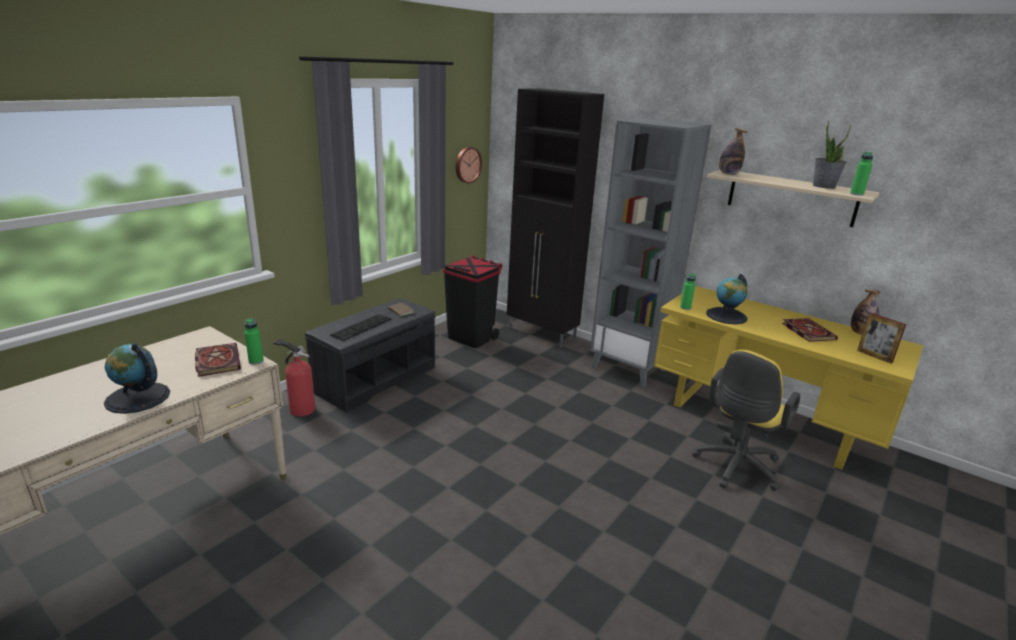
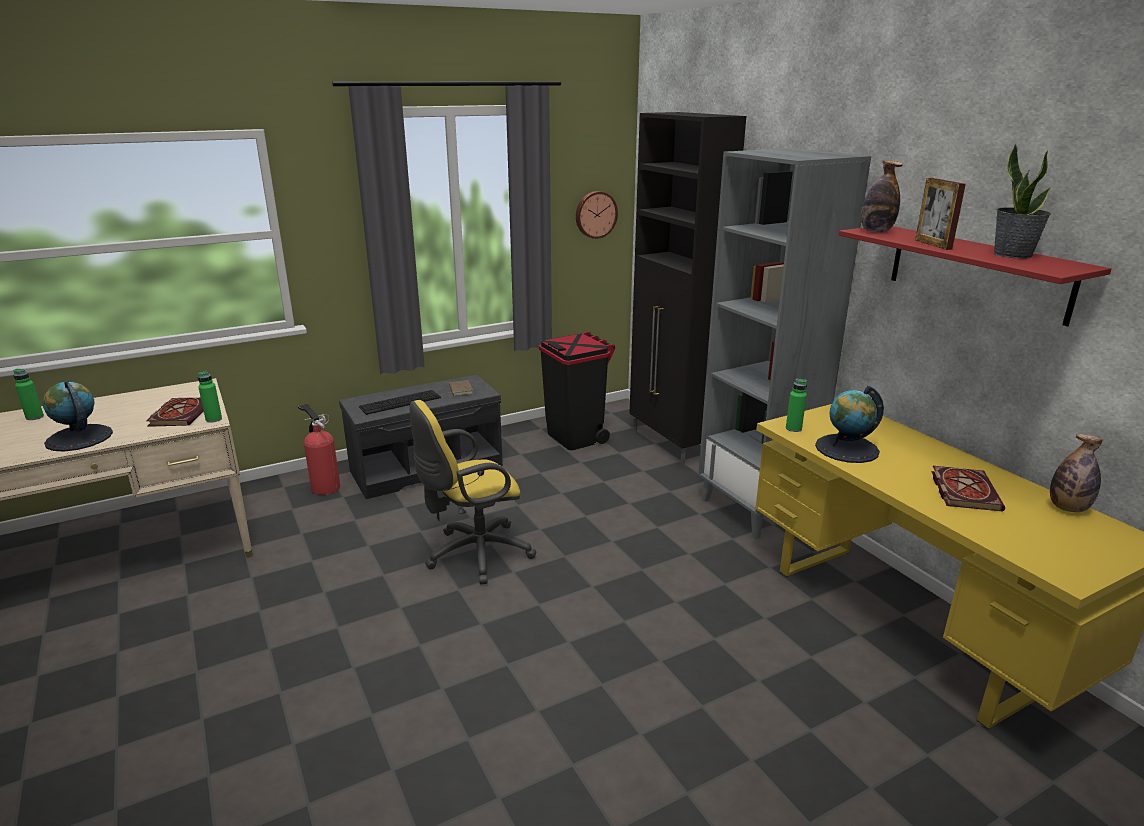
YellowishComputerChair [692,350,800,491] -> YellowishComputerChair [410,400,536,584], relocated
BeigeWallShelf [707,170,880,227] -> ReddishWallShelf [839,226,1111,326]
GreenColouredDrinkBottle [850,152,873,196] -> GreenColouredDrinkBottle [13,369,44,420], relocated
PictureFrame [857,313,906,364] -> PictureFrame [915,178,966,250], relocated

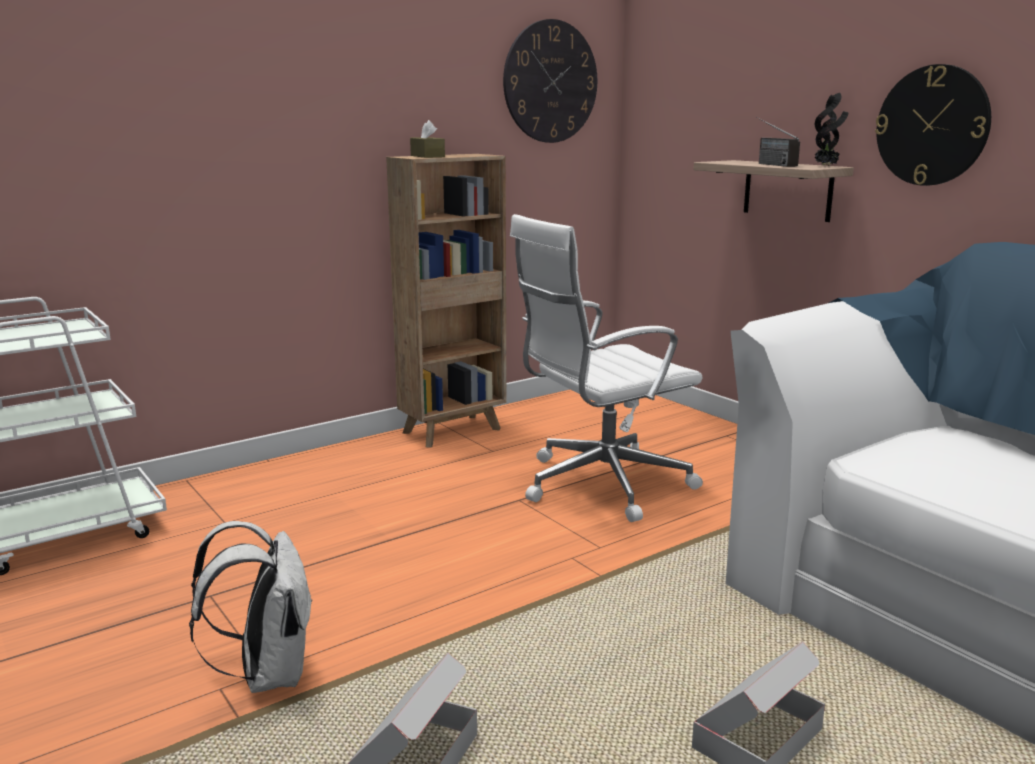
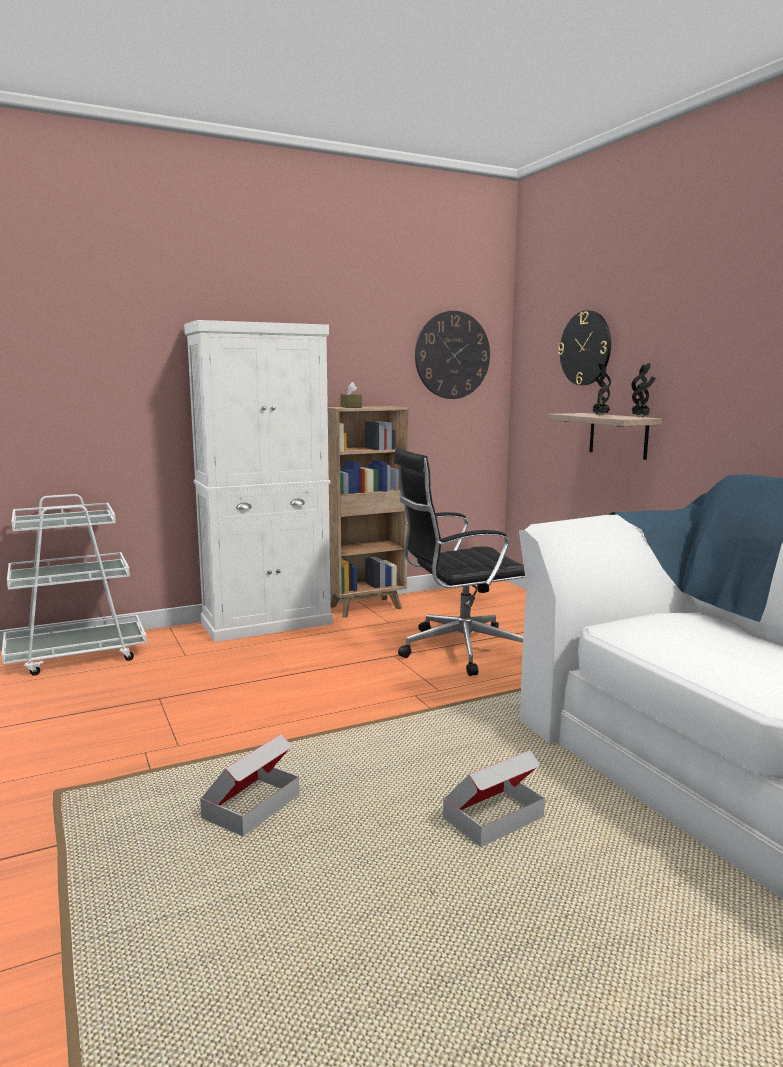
WhiteColouredKnapsack [189,521,313,693] -> none
WhiteColouredComputerChair [510,214,703,522] -> BlackComputerChair [394,448,525,676]
RadioReceiver [756,117,800,167] -> PottedPlant [591,363,611,415]
HangingClock [875,64,991,186] -> HangingClock [558,310,611,385], relocated
none -> WhiteColouredCupboard [184,320,333,642]

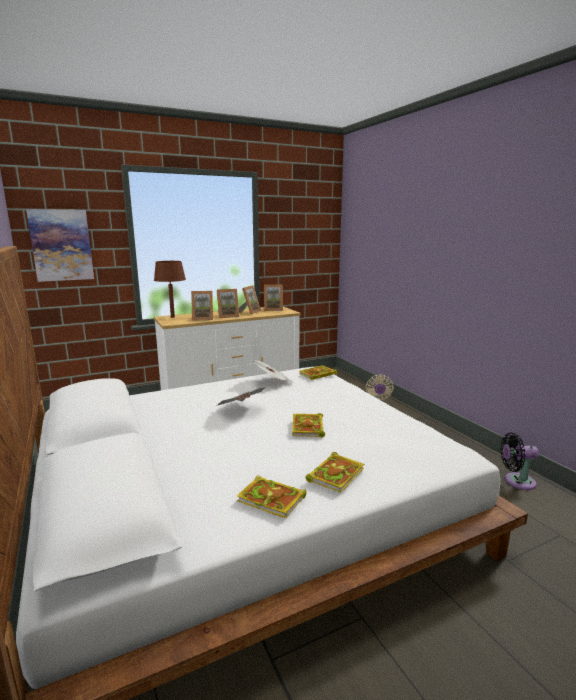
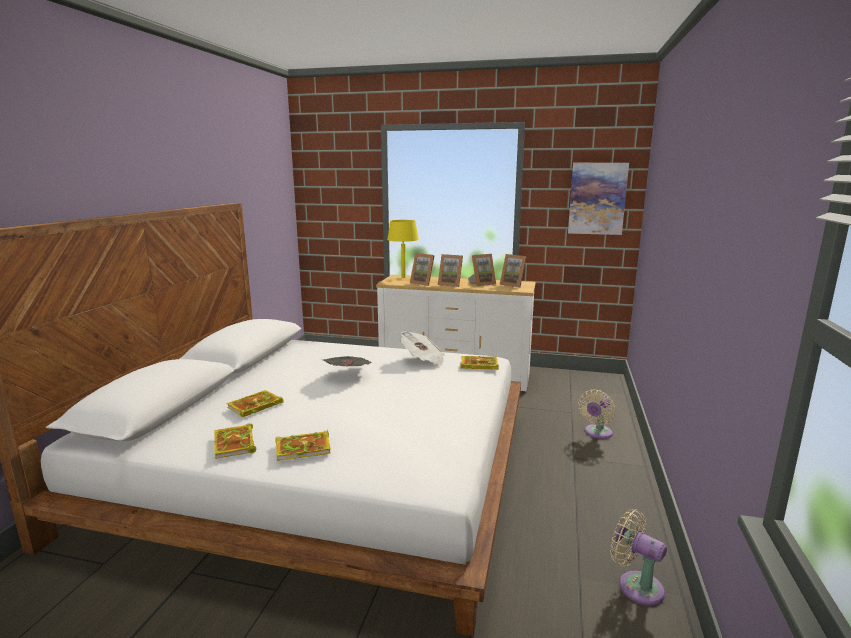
Picture [26,209,94,282] -> Picture [568,163,629,235], relocated
BrownTableLamp [154,261,186,318] -> YellowishTableLamp [387,220,419,278]
Book [292,413,325,437] -> Book [227,390,283,417], relocated
BlackFan [500,432,539,490] -> BeigeFan [610,509,667,606]

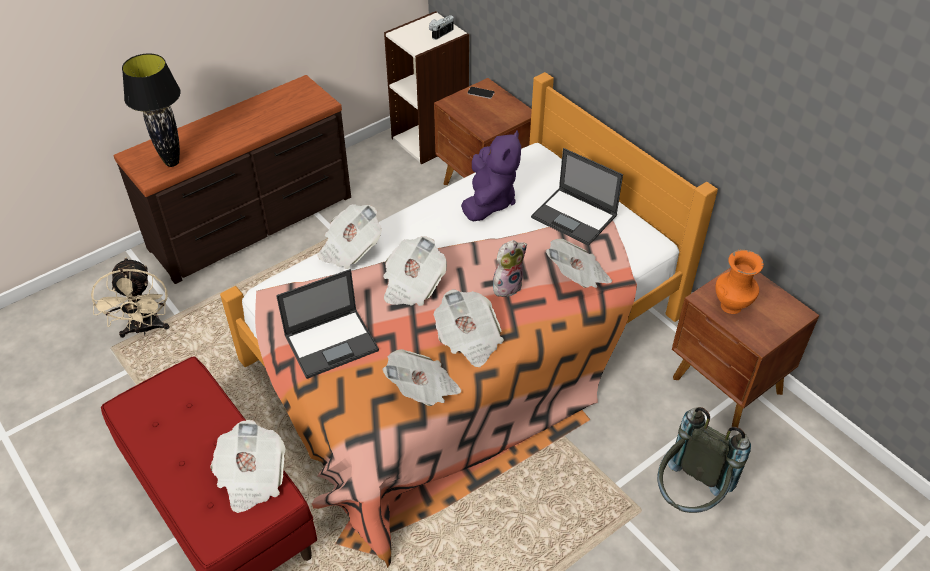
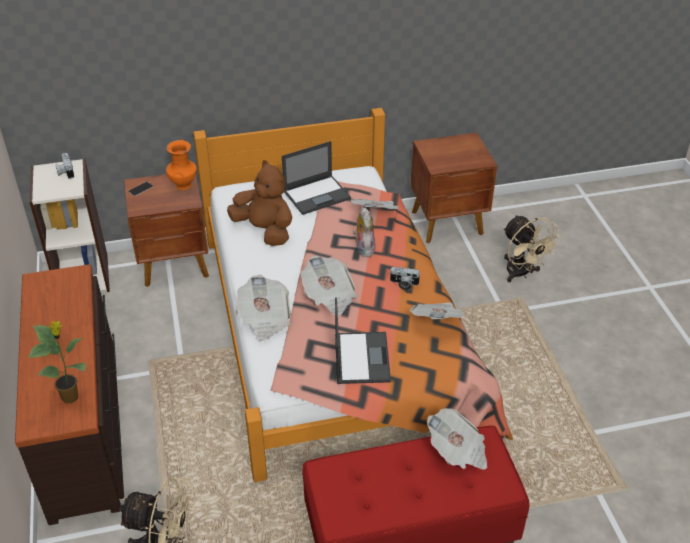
BlackTableLamp [122,53,181,167] -> PottedPlant [28,321,86,403]
DailyPaper [434,289,504,367] -> StillCamera [390,267,421,290]
PurpleColouredSoftToy [461,130,521,221] -> BrownSoftToy [227,160,292,246]
GreyishKnapsack [657,407,751,513] -> BeigeFan [503,215,562,282]
OrangeColouredVase [715,249,764,314] -> OrangeColouredVase [166,140,197,190], relocated

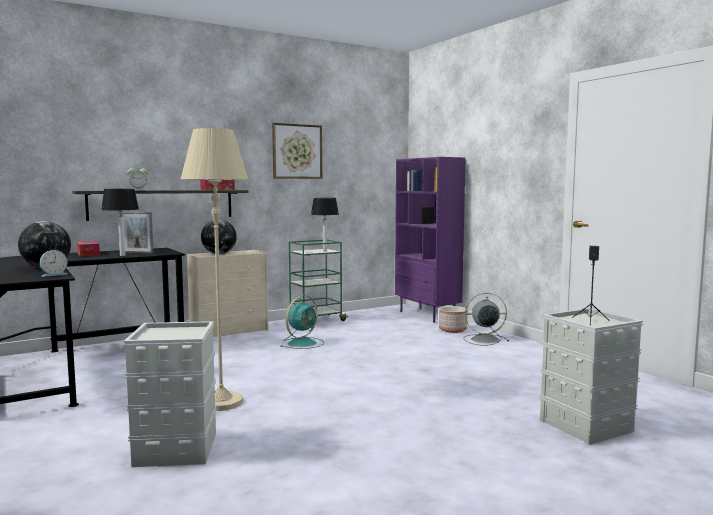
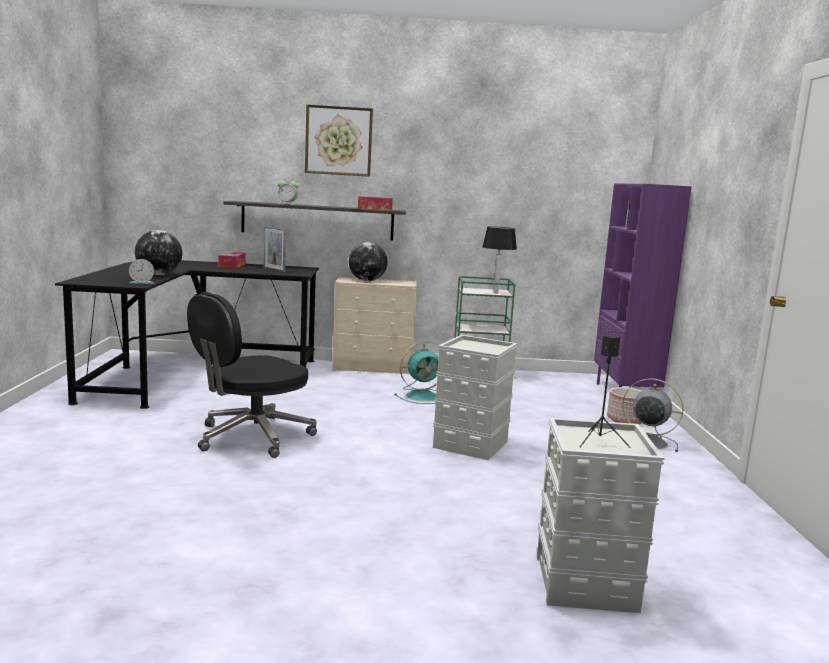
TableLamp [101,189,139,256] -> none
GreyishStorageBin [123,321,217,467] -> GreyishStorageBin [433,335,518,460], relocated
BeigeFloorLamp [181,128,248,411] -> BlackComputerChair [187,292,317,458]
Picture [272,123,322,179] -> Picture [305,104,373,177], relocated

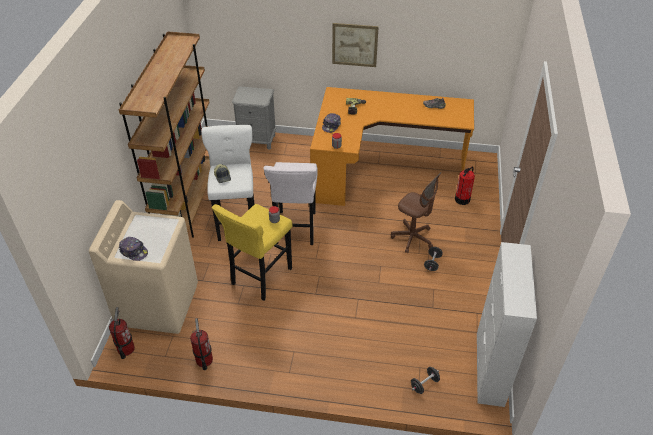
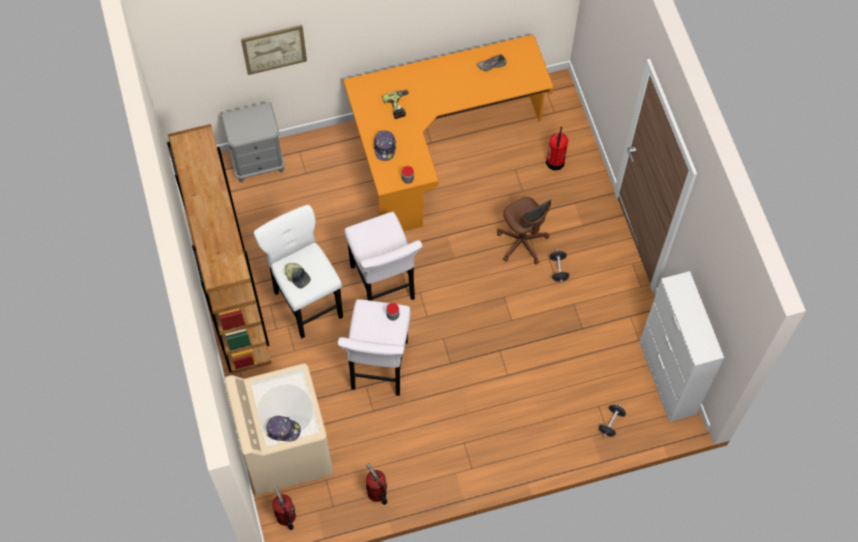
YellowishStool [212,204,293,301] -> WhiteColouredStool [338,299,411,396]
Picture [332,23,379,67] -> Picture [241,25,307,75], relocated
BrownComputerChair [391,172,442,253] -> BrownComputerChair [497,197,552,264], 45 degrees clockwise

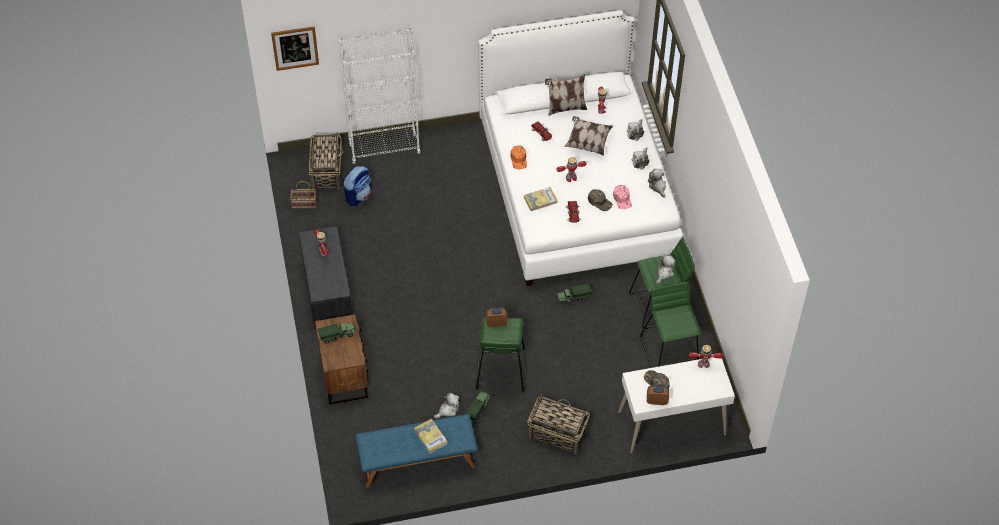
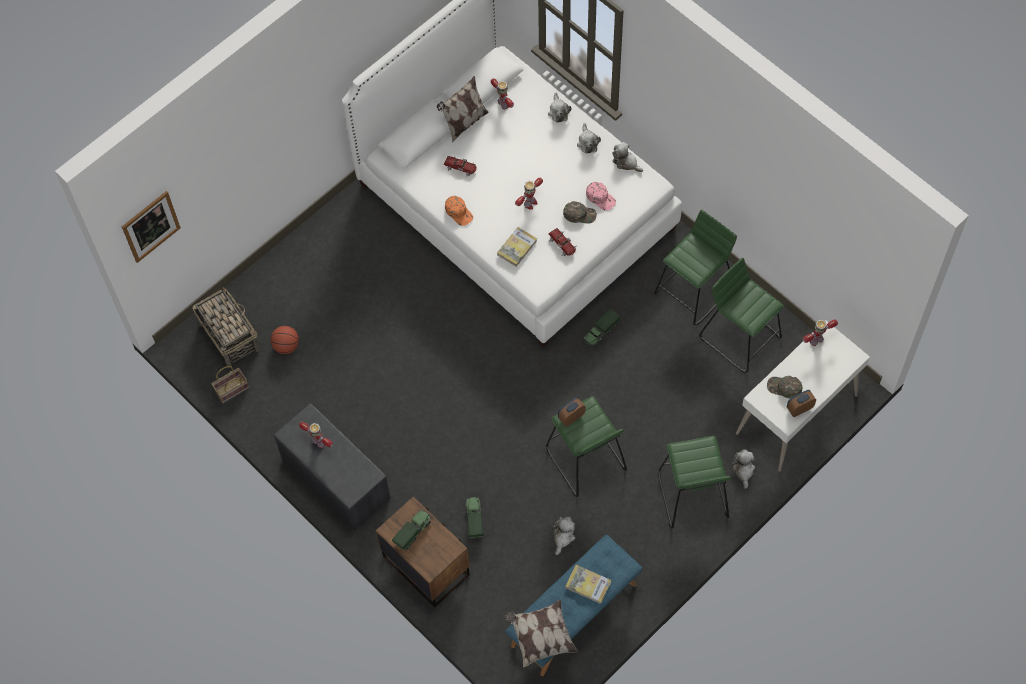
WhiteColouredBookcase [338,29,420,164] -> none
Knapsack [343,166,371,206] -> BasketballBall [270,326,299,354]
ToyLorry [465,392,490,423] -> ToyLorry [465,497,484,539], relocated
Basket [527,395,590,455] -> GreenColouredStool [658,436,731,528]
ThrowPillow [564,116,613,156] -> ThrowPillow [505,600,578,668], relocated
SoftToy [656,255,675,284] -> SoftToy [731,449,755,489], relocated

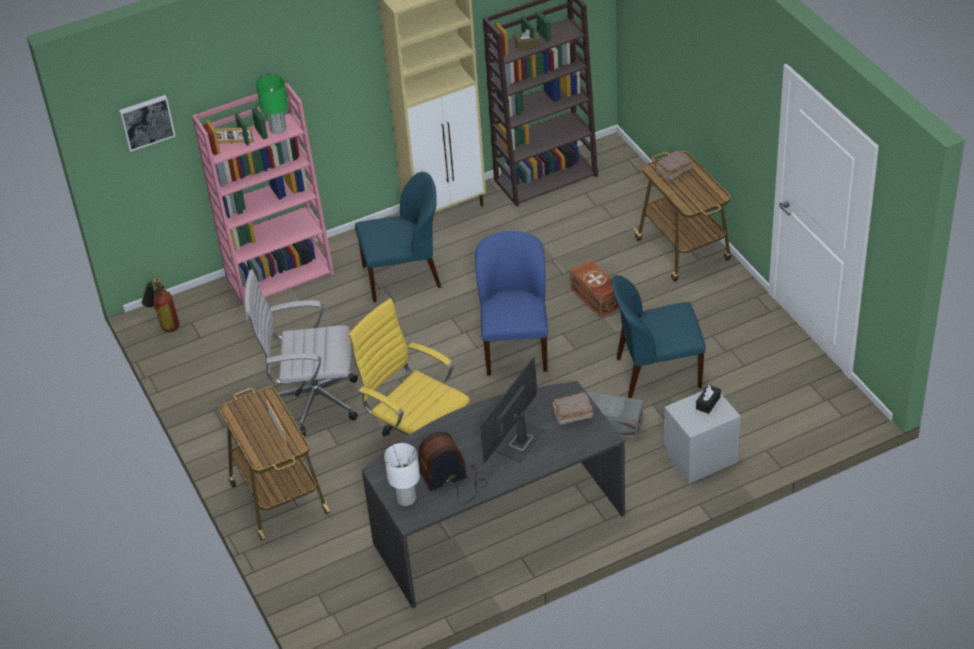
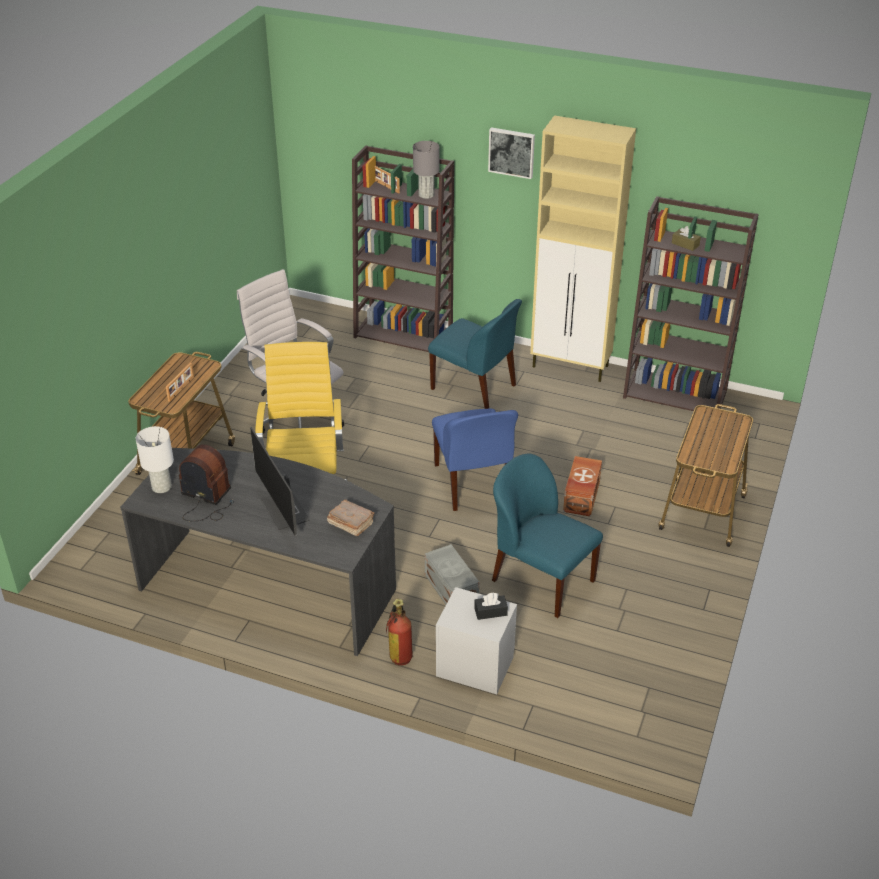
Picture [119,95,175,152] -> Picture [488,127,535,179], relocated
Extinguisher [142,277,179,332] -> Extinguisher [386,599,413,666], relocated
PinkBookcase [192,83,334,308] -> BrownBookcase [352,145,454,352]
GreenColouredTableLamp [256,75,288,134] -> GreyishTableLamp [413,141,440,199]
BluishChair [475,231,548,376] -> BluishChair [432,408,518,511], 120 degrees clockwise
Monitor [480,357,544,463] -> Monitor [250,427,310,536], 105 degrees counterclockwise
BrownBook [655,150,693,181] -> none

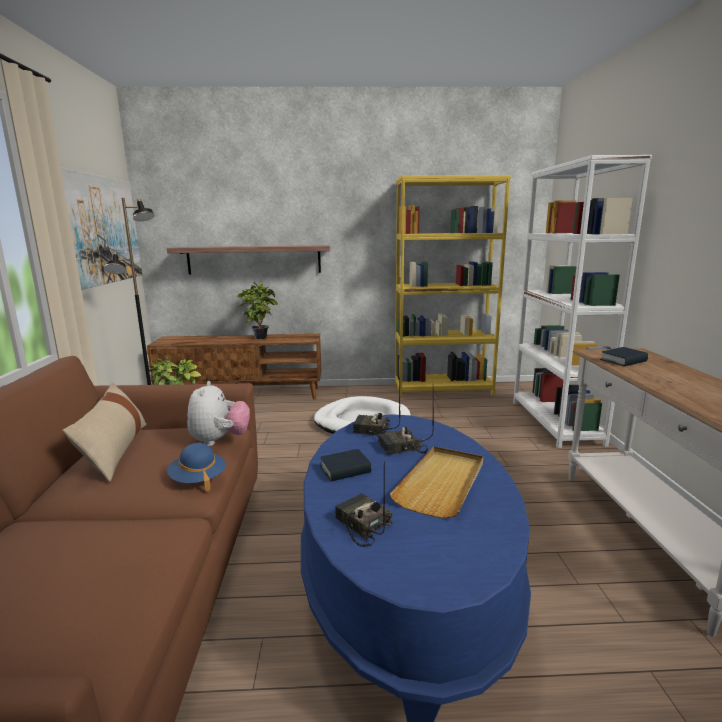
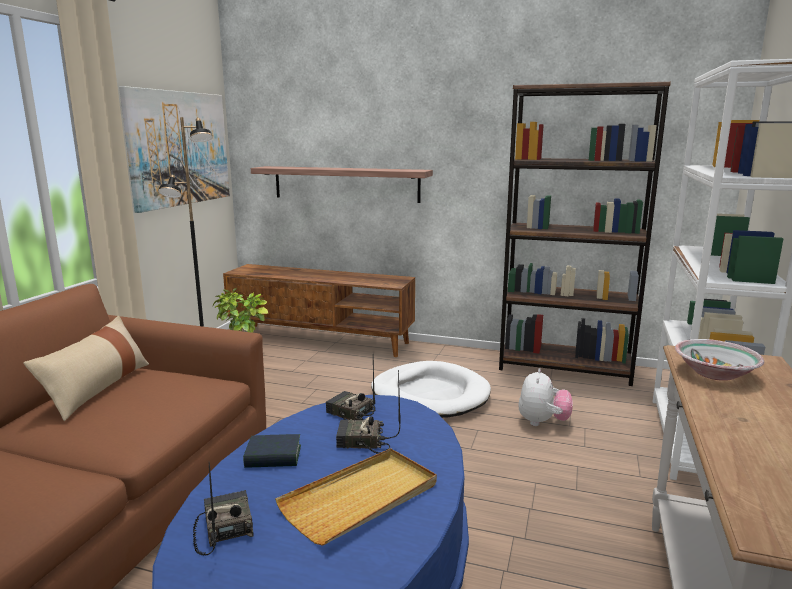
BluishWearableHat [167,443,226,491] -> none
SoftToy [187,381,250,446] -> SoftToy [518,368,573,426], relocated
PottedPlant [237,282,278,339] -> none
YellowishBookcase [395,175,511,398] -> BrownBookcase [499,82,671,386]
Book [600,347,648,366] -> DeepDish [675,339,764,381]

